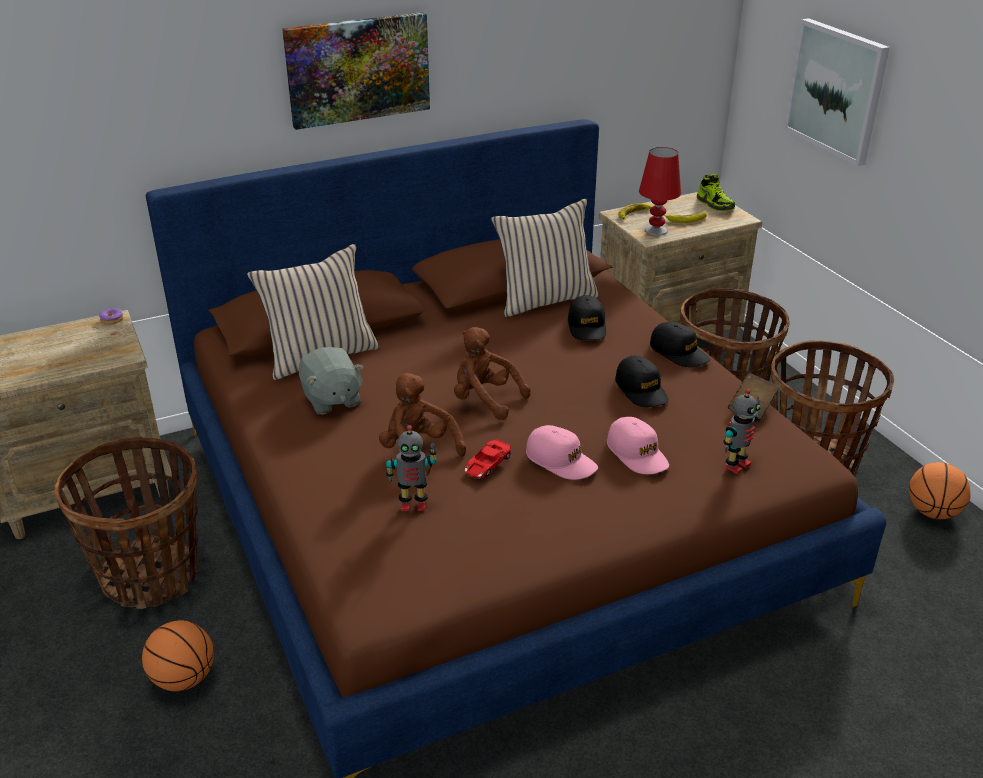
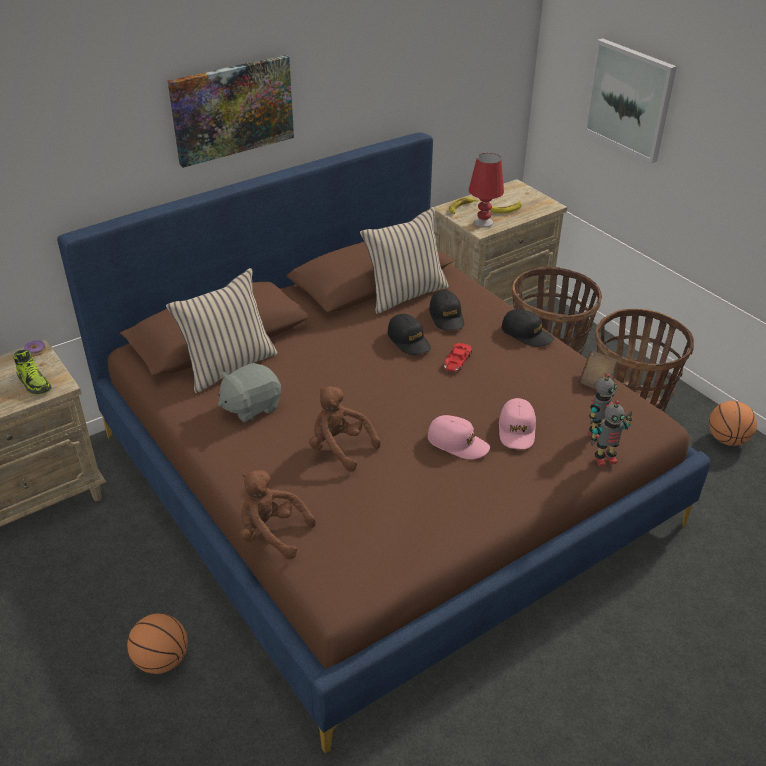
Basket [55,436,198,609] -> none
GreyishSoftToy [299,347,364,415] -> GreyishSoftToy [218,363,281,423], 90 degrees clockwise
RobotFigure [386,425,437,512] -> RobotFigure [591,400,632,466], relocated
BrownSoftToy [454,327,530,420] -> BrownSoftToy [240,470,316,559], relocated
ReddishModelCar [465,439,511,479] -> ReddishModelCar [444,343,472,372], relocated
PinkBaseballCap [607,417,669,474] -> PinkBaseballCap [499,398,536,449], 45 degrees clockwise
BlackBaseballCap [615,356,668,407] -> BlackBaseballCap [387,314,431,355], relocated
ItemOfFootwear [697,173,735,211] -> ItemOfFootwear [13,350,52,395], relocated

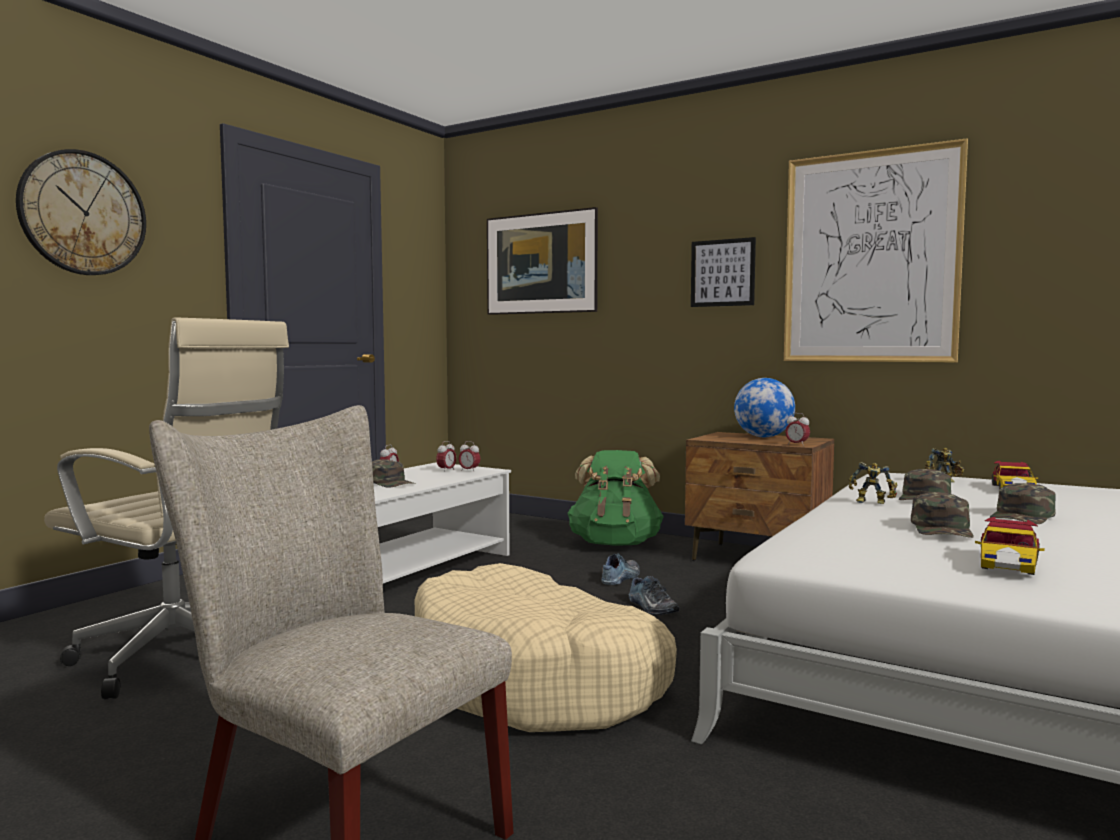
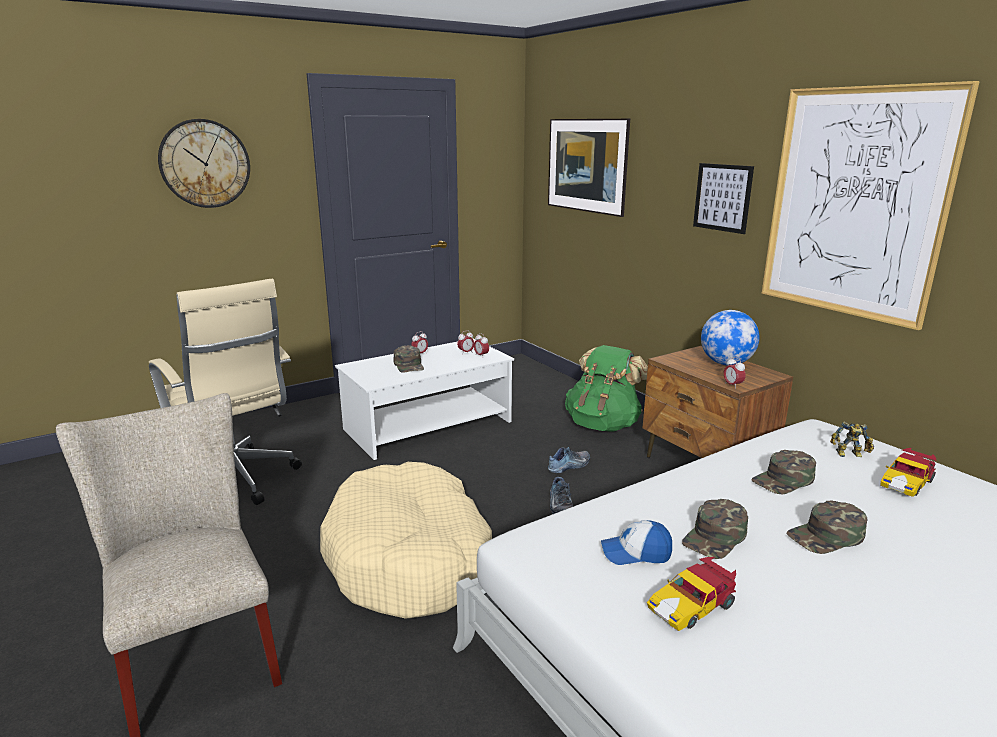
RobotFigure [849,462,897,504] -> none
none -> BaseballCap [601,520,672,565]

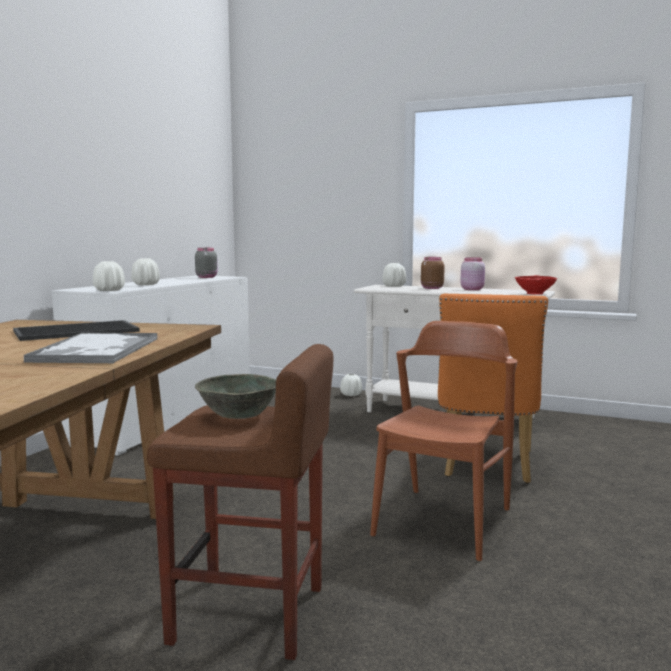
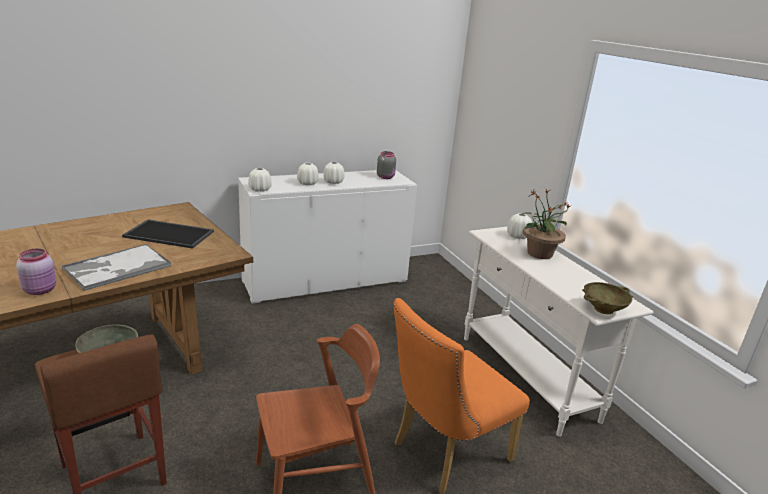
WhiteColouredVase [340,374,362,396] -> WhiteColouredVase [323,162,345,184], relocated
BrownPreserveJar [421,257,445,289] -> PottedPlant [521,188,572,259]
PinkPreserveJar [460,257,485,290] -> PinkPreserveJar [16,249,56,295], relocated
ReddishDeepDish [515,275,557,295] -> BeigeDeepDish [582,282,633,314]

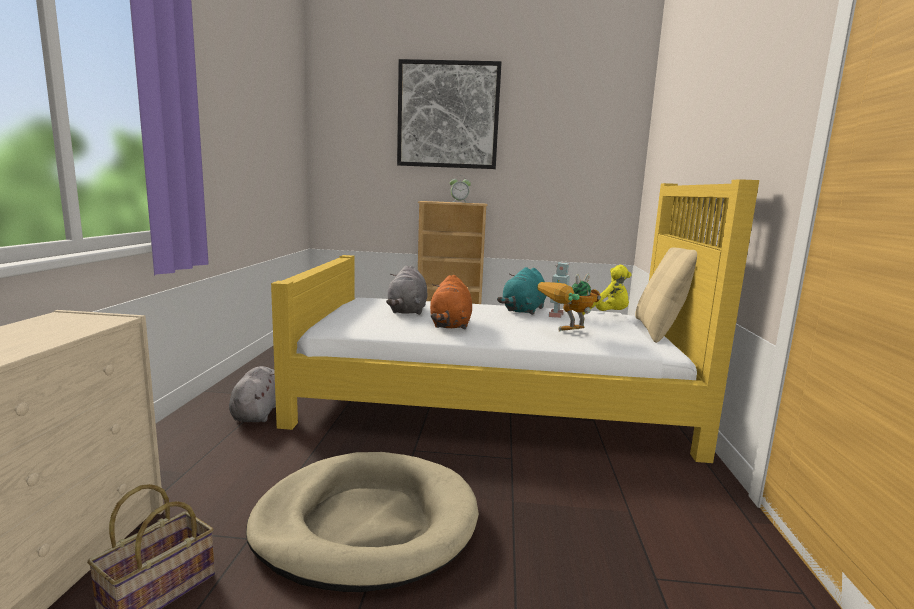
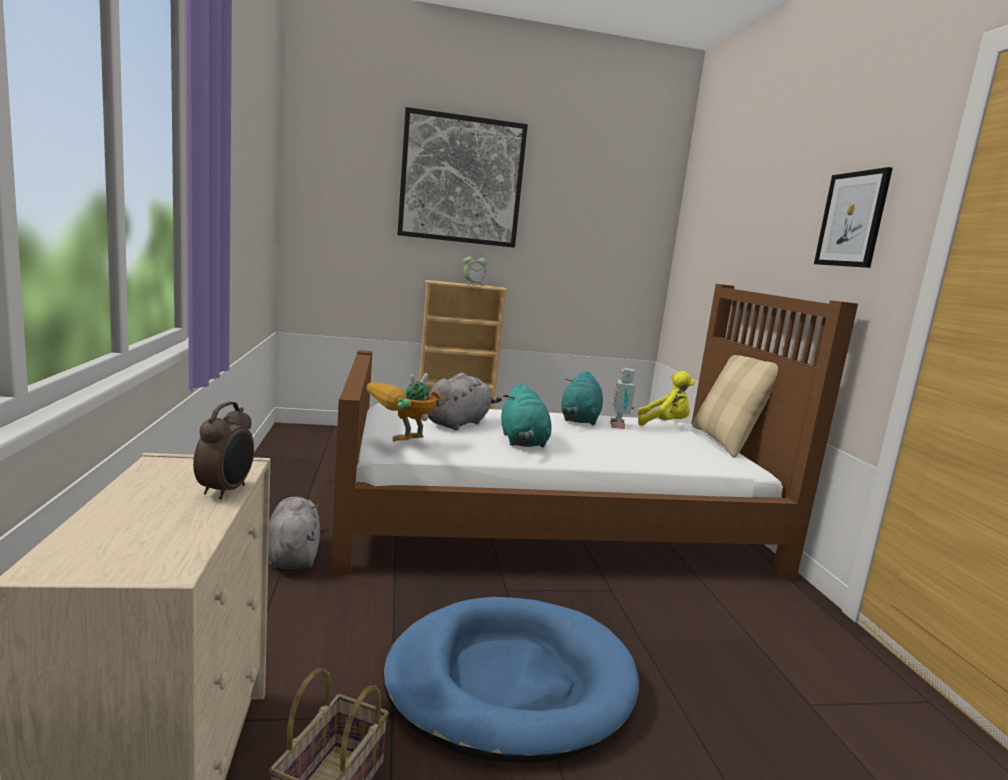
BeigeDogBed [246,452,479,592] -> BluishDogBed [383,597,639,763]
YellowishSleepingBed [271,179,759,463] -> BrownSleepingBed [331,284,858,580]
GreyishSoftToy [386,266,427,315] -> GreyishSoftToy [428,373,502,430], 135 degrees counterclockwise
OrangeColouredSoftToy [430,275,472,330] -> TurquoiseColouredSoftToy [501,383,552,447]
RobotFigure [537,273,601,332] -> RobotFigure [366,373,442,442], relocated
none -> AlarmClock [193,402,254,500]
none -> Picture [814,167,893,268]

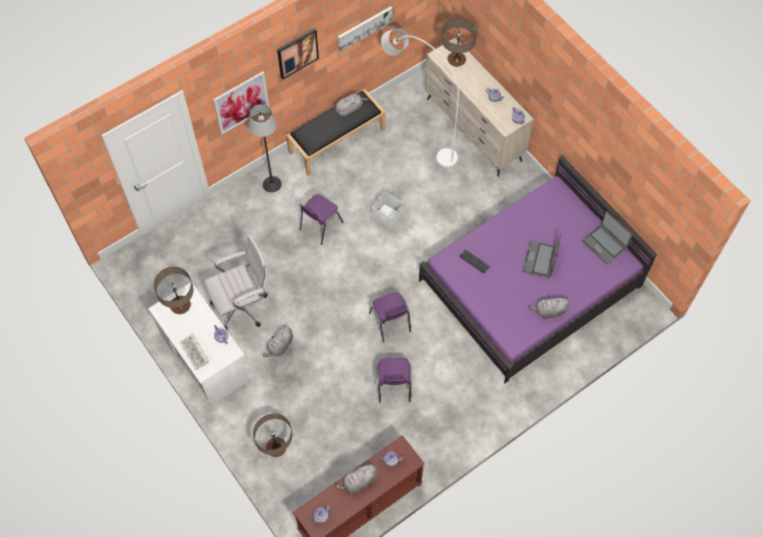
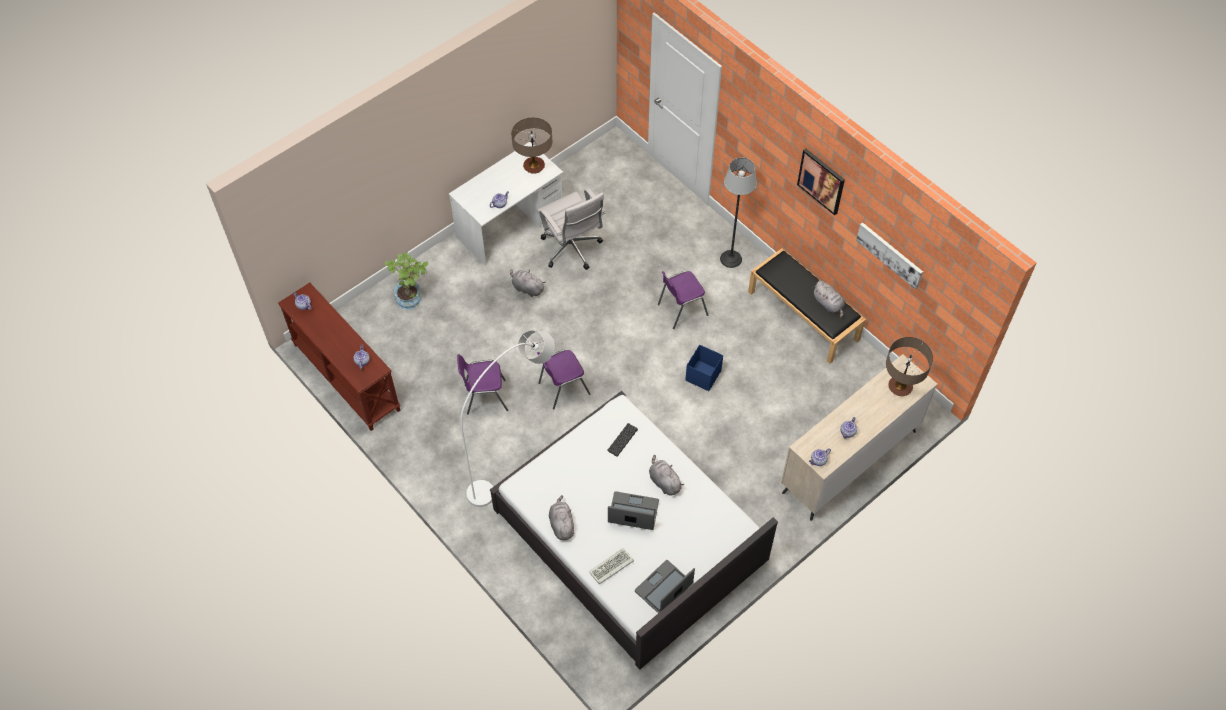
ComputerKeyboard [180,334,209,370] -> ComputerKeyboard [589,548,634,585], relocated
Picture [213,72,269,134] -> none
TableLamp [253,414,292,457] -> PottedPlant [384,253,429,310]
PurpleColouredChair [299,194,344,245] -> PurpleColouredChair [658,271,708,329], 60 degrees counterclockwise
GreyishSoftToy [335,462,377,493] -> GreyishSoftToy [649,455,684,495], relocated
WhiteColouredStorageBin [372,192,404,230] -> BluishStorageBin [685,345,723,391]
WhiteColouredFloorLamp [381,28,459,168] -> WhiteColouredFloorLamp [461,330,555,507], relocated
PurpleColouredSleepingBed [419,156,658,383] -> WhiteColouredSleepingBed [490,391,778,670]

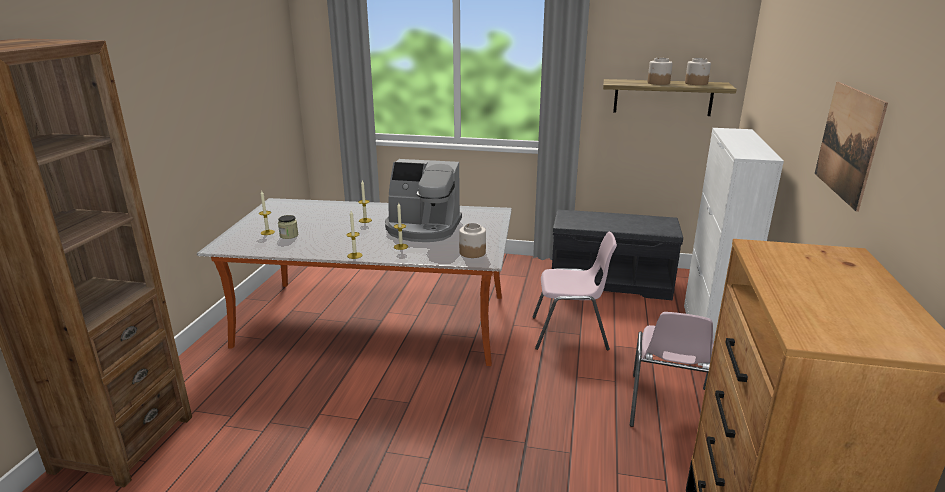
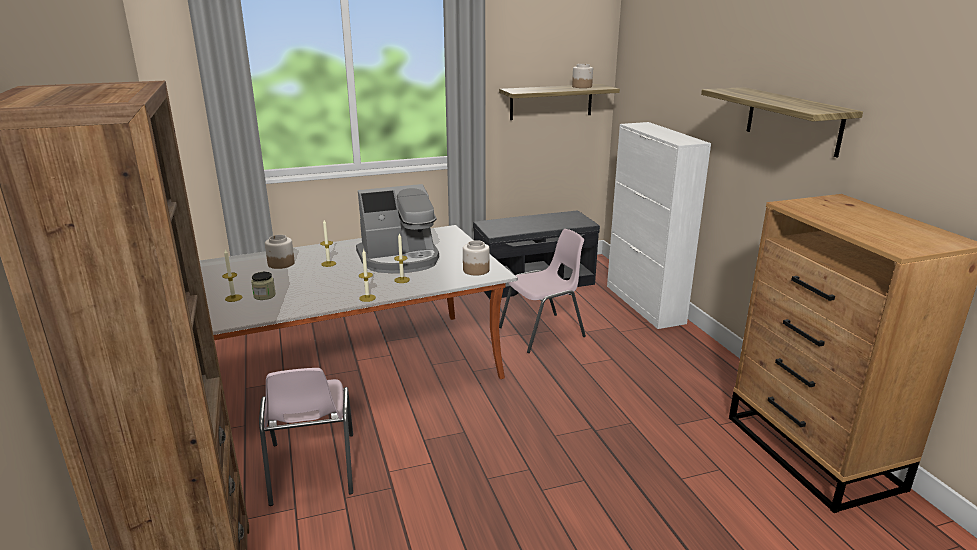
PinkChair [630,312,714,427] -> PinkChair [259,368,353,506], relocated
PreserveJar [648,58,673,85] -> PreserveJar [265,235,295,269], relocated
Picture [815,82,888,212] -> WallShelf [701,87,863,157]

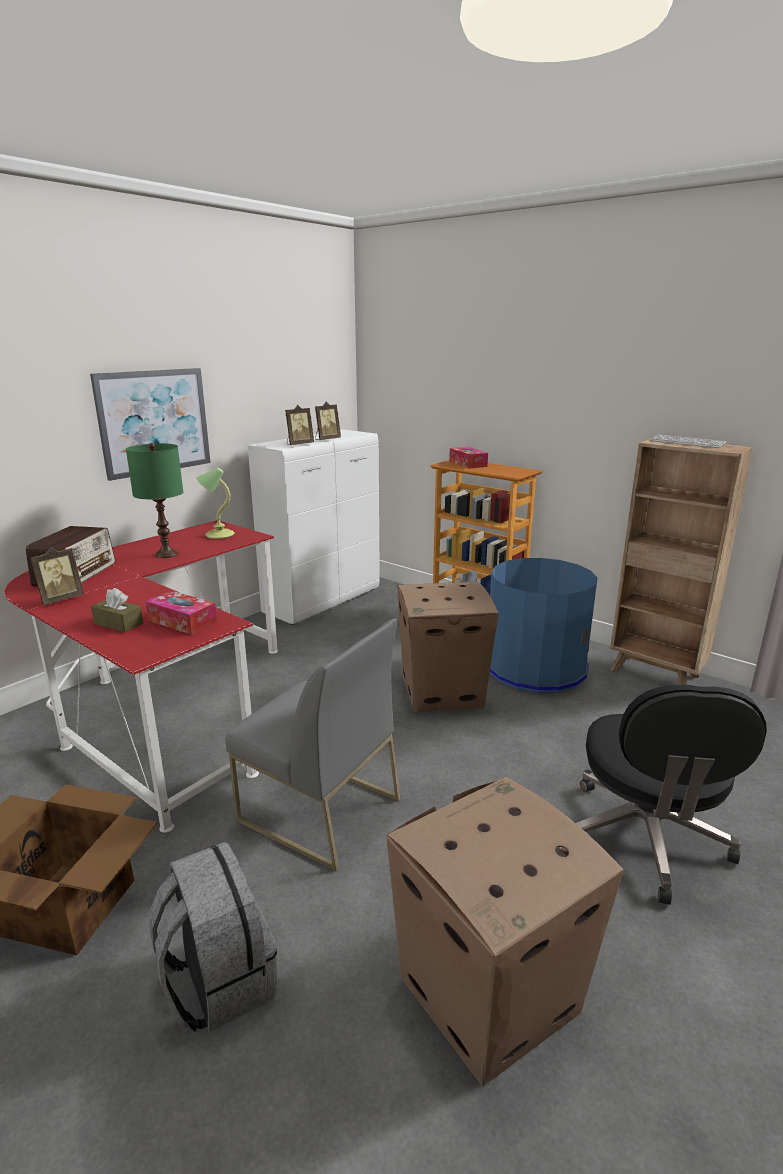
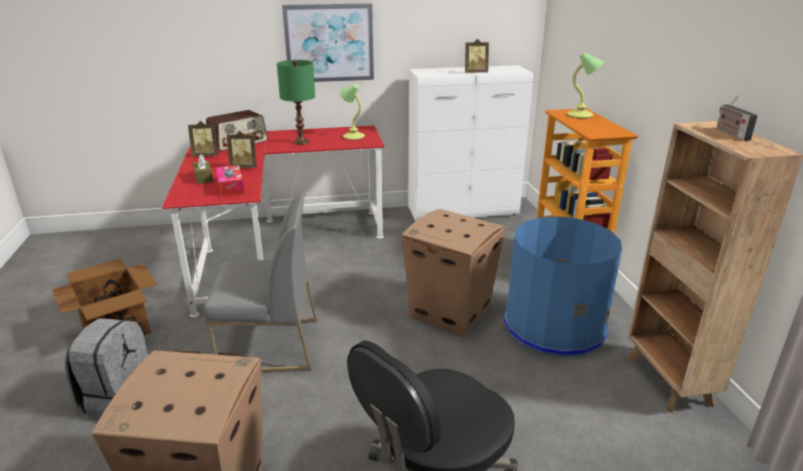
GreyishChair [225,619,400,871] -> GreyishChair [204,192,317,372], 75 degrees counterclockwise
PictureFrame [285,405,314,445] -> PictureFrame [227,131,257,168], relocated
BoxOfTissues [449,447,488,469] -> TableLamp [567,53,604,119]
ComputerKeyboard [649,435,727,448] -> RadioReceiver [716,95,758,141]

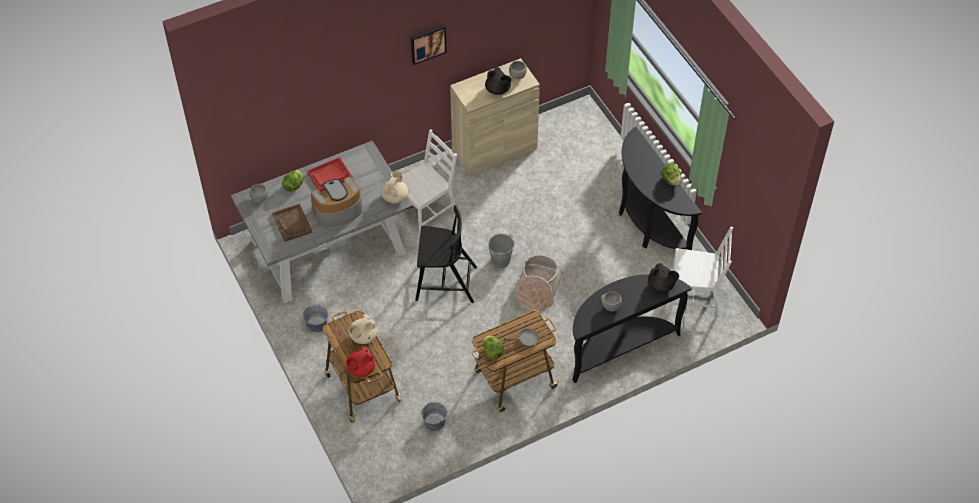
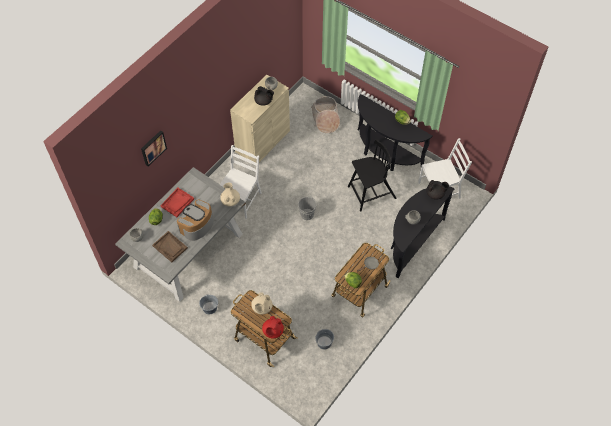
Picture [411,24,447,65] -> Picture [141,130,167,166], relocated
BlackChair [416,205,477,303] -> BlackChair [348,139,396,211], relocated
Basket [515,255,564,312] -> Basket [311,96,340,133], relocated

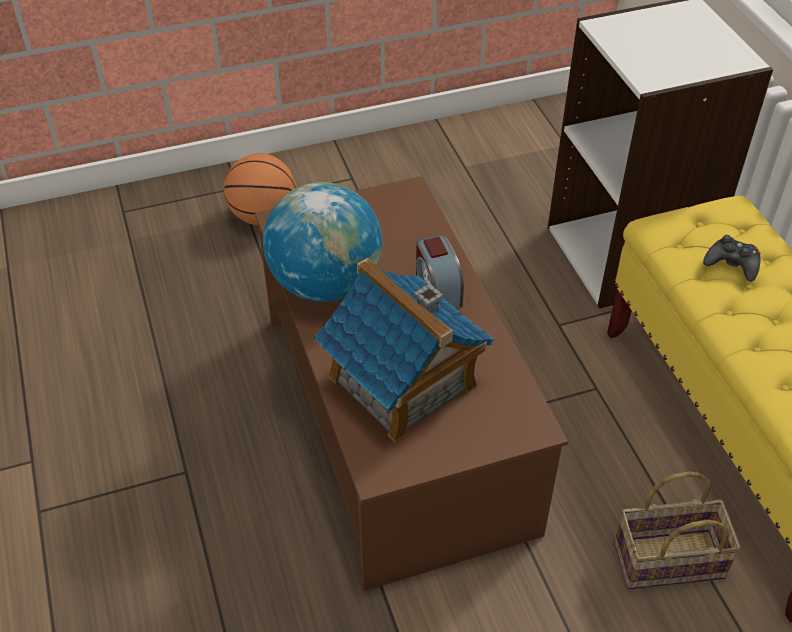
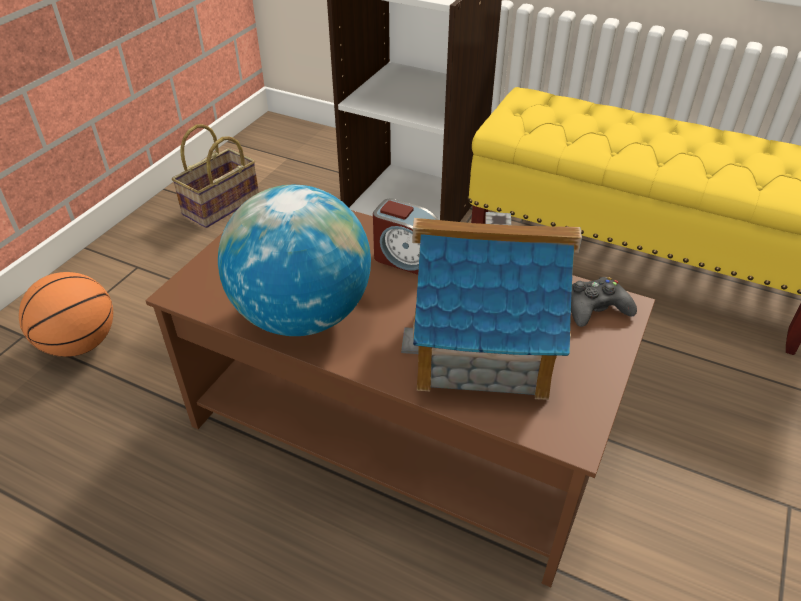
Basket [614,472,741,589] -> Basket [172,124,259,228], relocated
BlackGameController [703,235,760,282] -> BlackGameController [571,277,637,327], relocated

